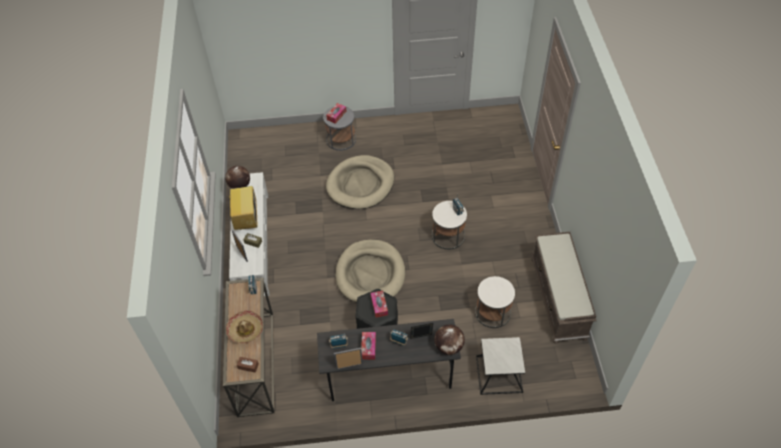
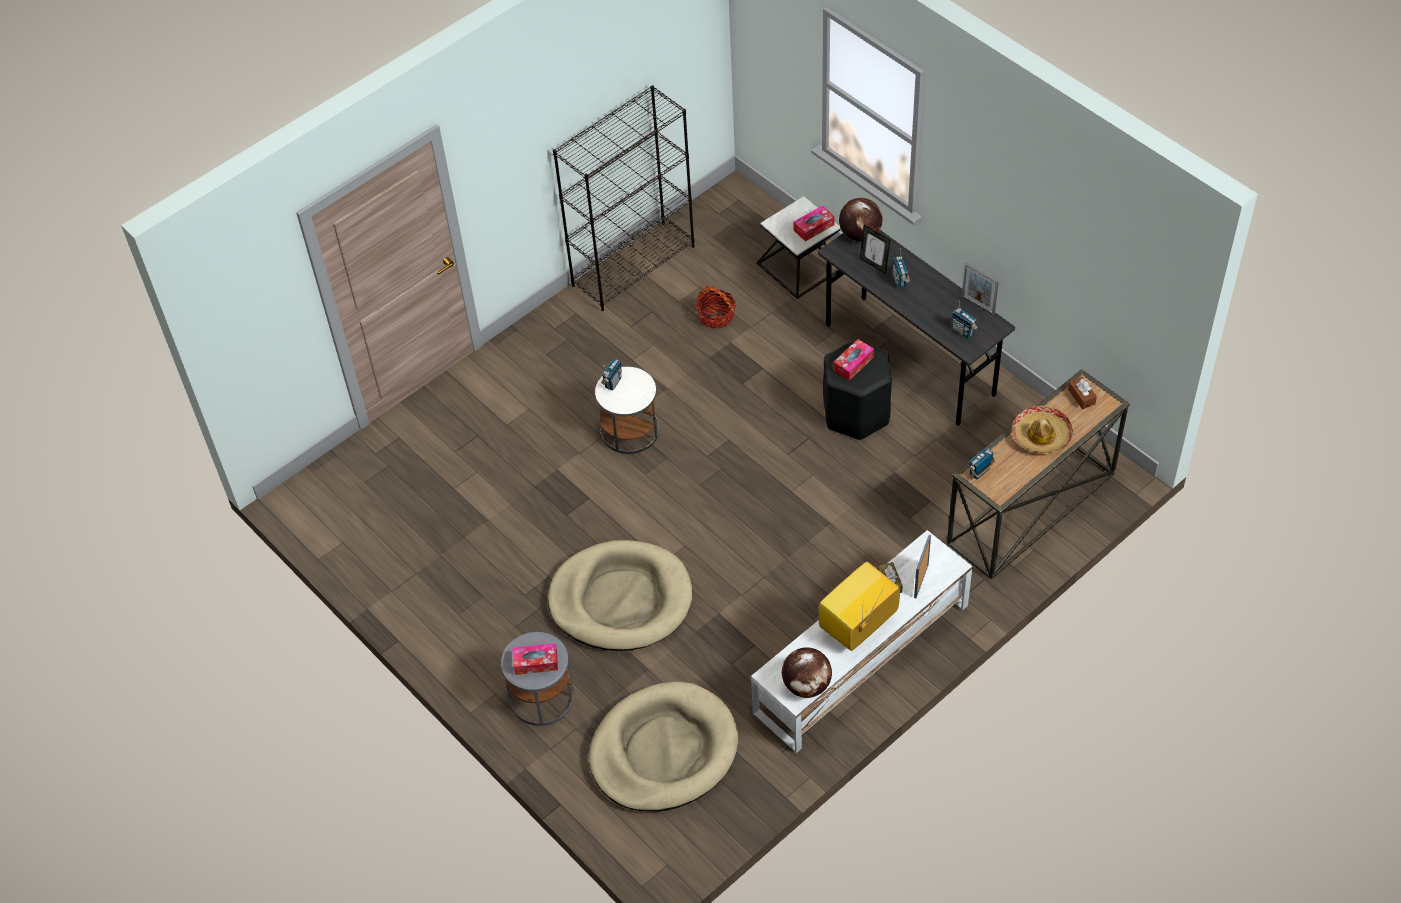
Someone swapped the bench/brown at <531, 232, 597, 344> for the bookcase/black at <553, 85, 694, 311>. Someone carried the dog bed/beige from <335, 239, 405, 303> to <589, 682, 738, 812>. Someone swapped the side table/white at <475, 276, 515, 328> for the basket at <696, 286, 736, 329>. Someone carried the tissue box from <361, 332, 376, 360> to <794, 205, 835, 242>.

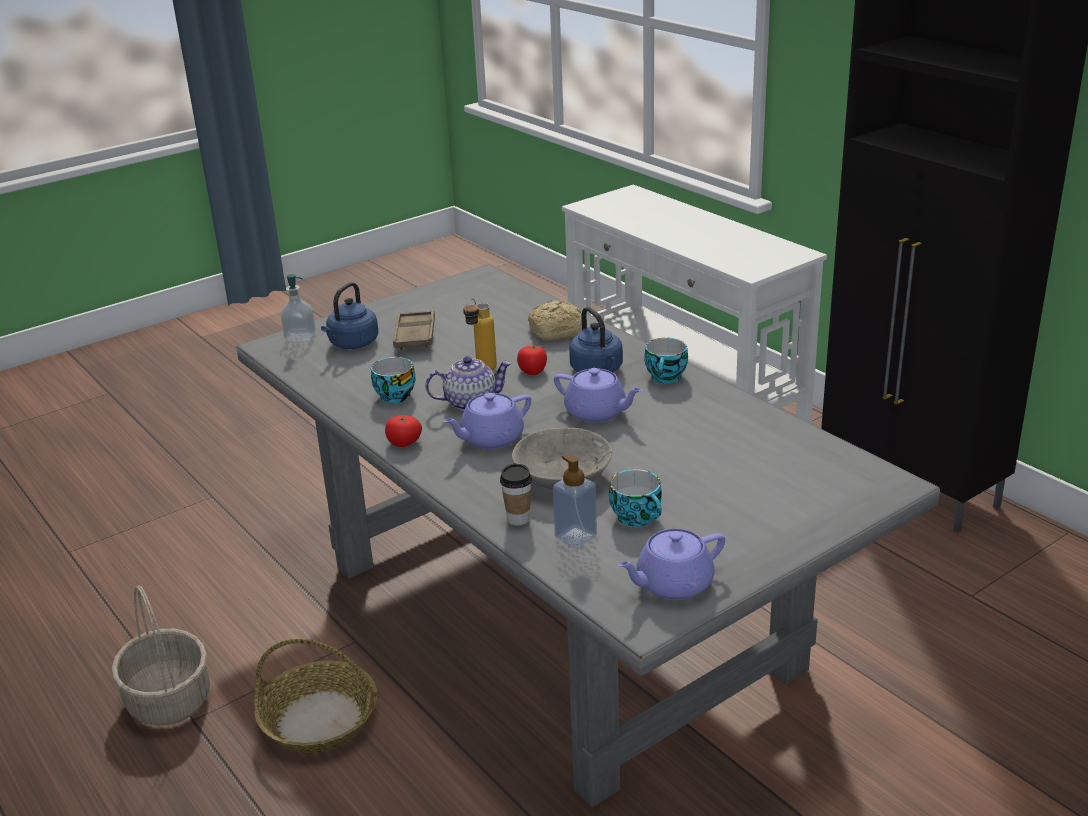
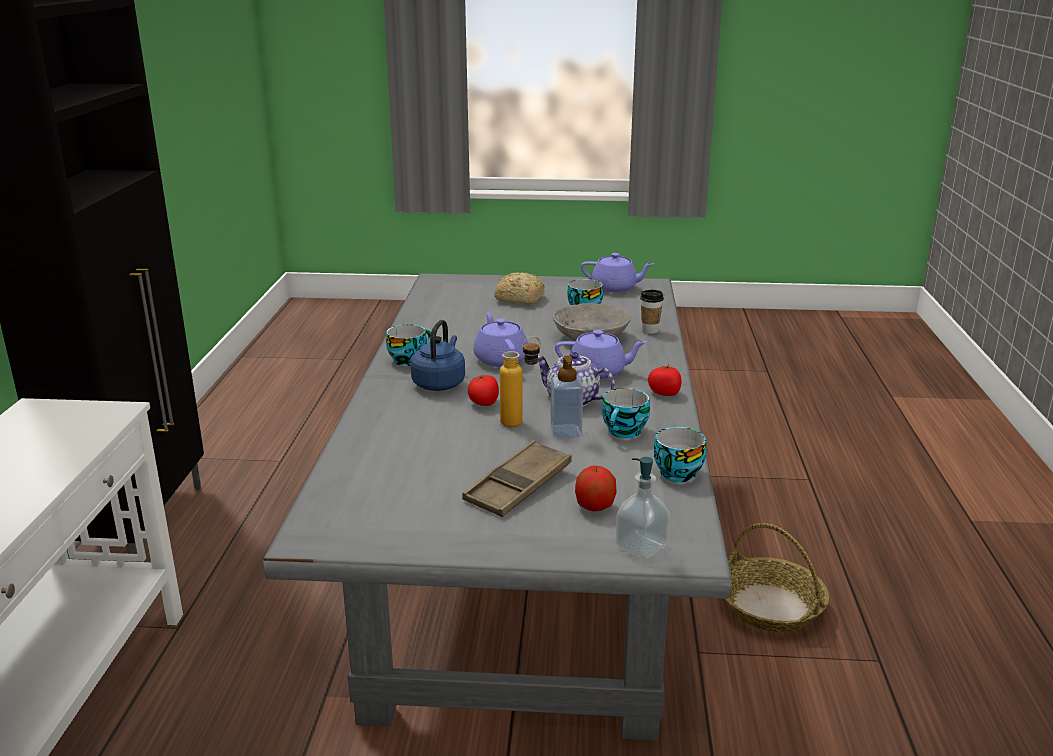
Someone carried the bread from <528, 300, 582, 341> to <494, 272, 544, 304>. Someone carried the soap dispenser from <553, 454, 597, 548> to <550, 356, 583, 438>. Someone swapped the kettle/blue at <321, 282, 379, 349> for the apple at <575, 466, 617, 511>. Someone put down the cup at <654, 427, 706, 482>. Someone took away the basket at <111, 586, 210, 725>.

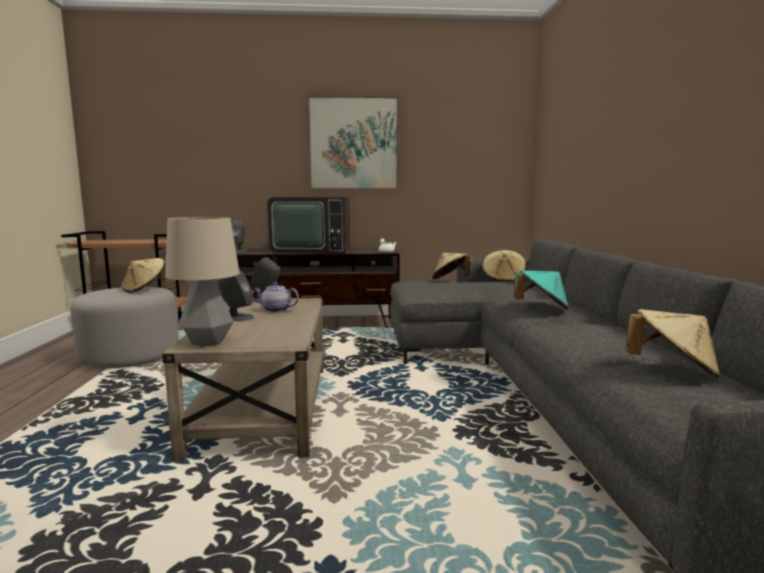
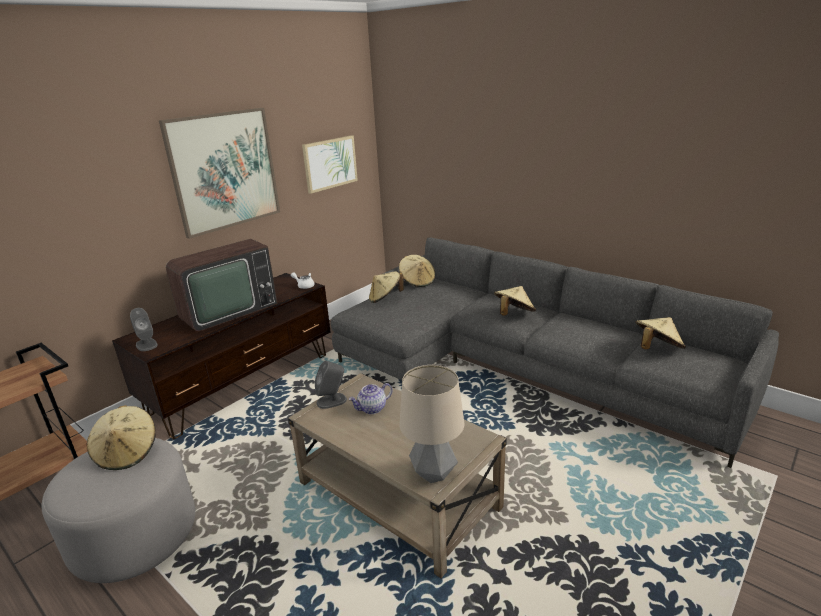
Someone put up the picture at <302, 135, 358, 194>. Someone repainted the hat/turquoise at <514, 270, 569, 309>, which became the hat/beige at <494, 286, 536, 316>. Someone took away the speaker/grey at <217, 270, 254, 321>.

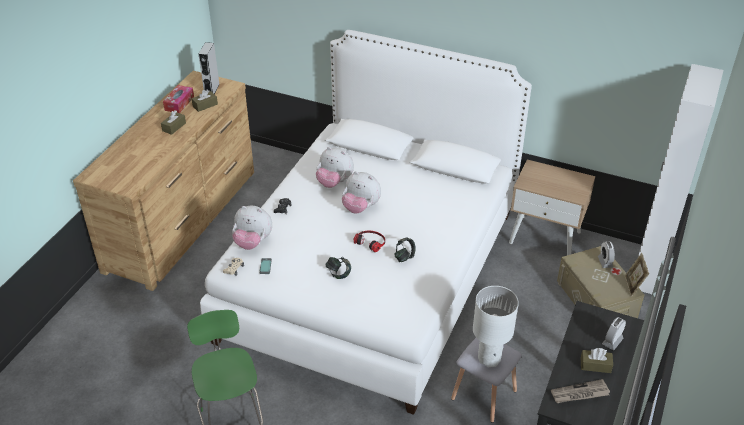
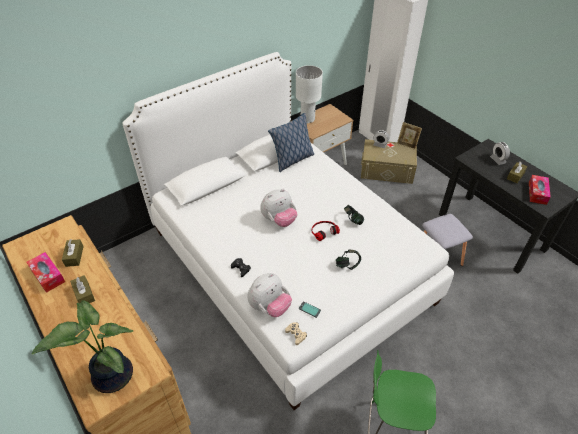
Someone put down the potted plant at <31, 300, 133, 393>. Someone put down the pillow at <268, 113, 314, 172>. Someone carried the table lamp/white from <473, 286, 519, 367> to <296, 65, 323, 123>. Someone swapped the newspaper at <551, 379, 610, 403> for the tissue box at <529, 175, 551, 205>. Someone took away the speaker/grey at <198, 42, 220, 94>. Someone took away the plush toy at <316, 147, 354, 188>.

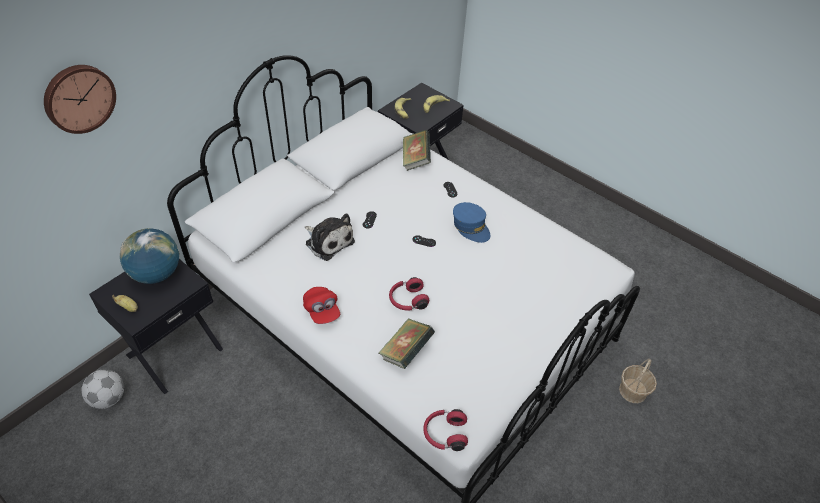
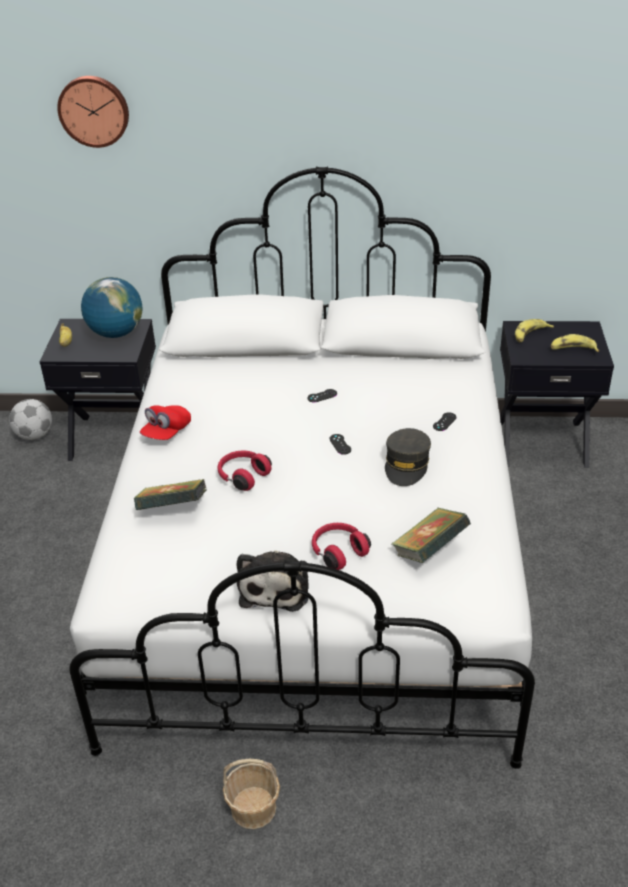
Someone carried the basket from <619, 359, 657, 403> to <223, 759, 280, 829>. Someone carried the plush toy from <305, 213, 355, 261> to <237, 550, 309, 612>. Someone carried the headphones/red from <423, 409, 468, 451> to <312, 523, 371, 570>. Someone repainted the cap/blue at <453, 202, 491, 243>, which became the cap/grey at <385, 428, 431, 486>. Someone carried the book from <403, 130, 431, 171> to <392, 508, 471, 563>.

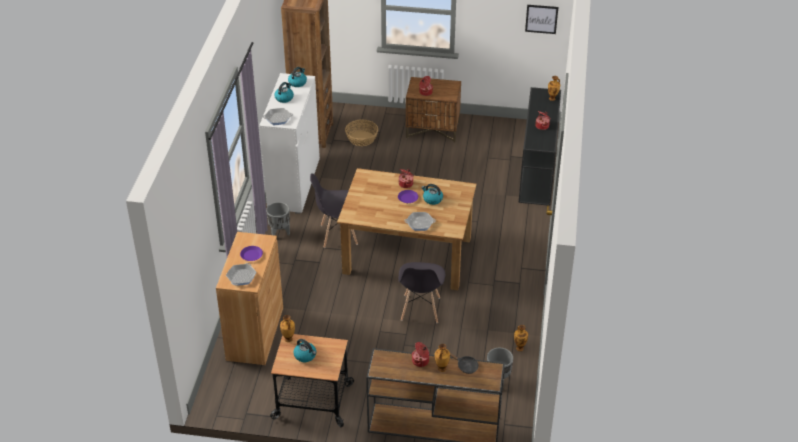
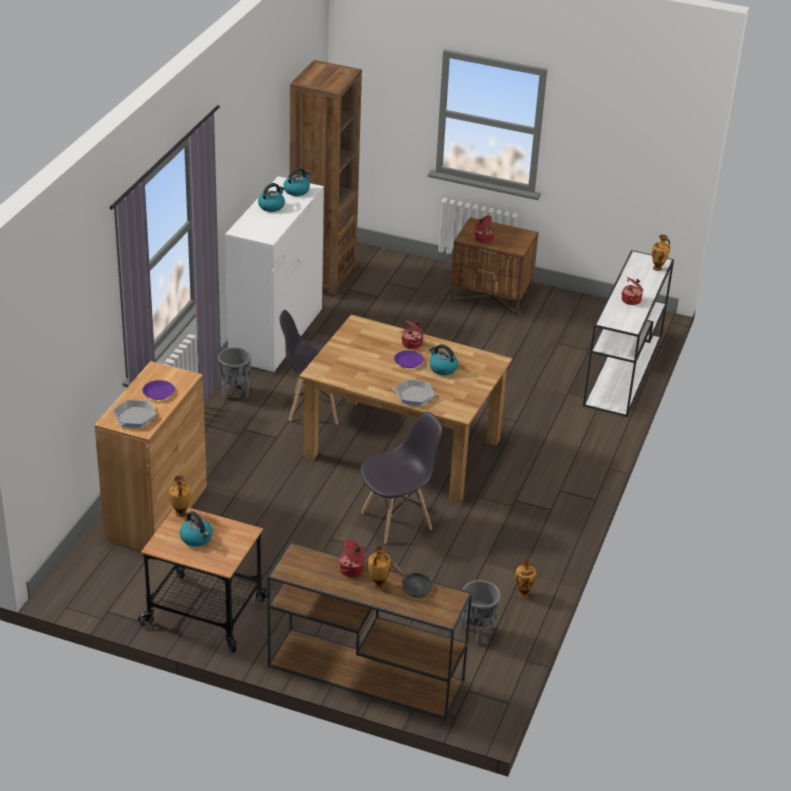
Someone rotated the chair/grey at <398, 262, 445, 323> by 135 degrees counterclockwise. Someone repainted the console table/black at <519, 87, 561, 206>, which became the console table/white at <583, 250, 674, 417>. Someone took away the frying pan at <263, 108, 293, 125>. Someone took away the basket at <345, 119, 378, 146>. Someone took away the picture at <525, 5, 558, 34>.

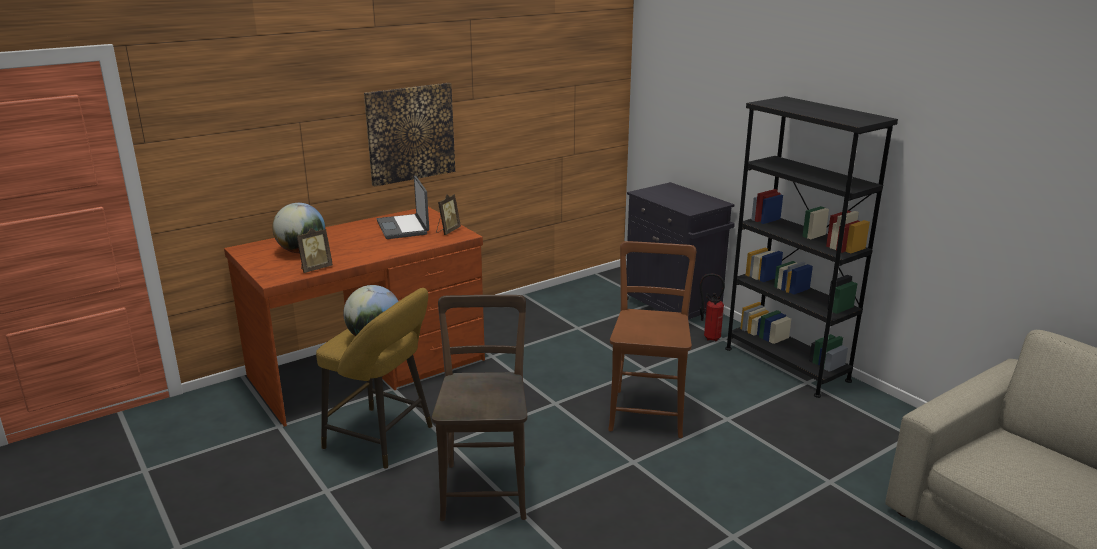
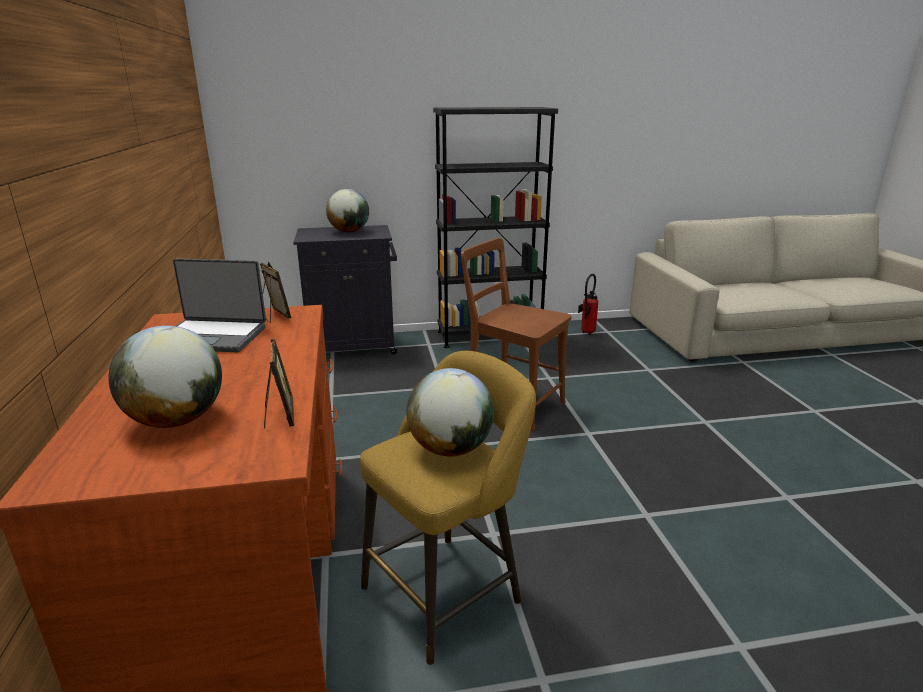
Someone put down the globe at <326, 189, 369, 232>. Someone carried the fire extinguisher from <700, 273, 725, 342> to <578, 274, 599, 334>. Someone took away the picture at <364, 83, 455, 187>. Someone took away the chair/brown at <432, 295, 527, 521>.

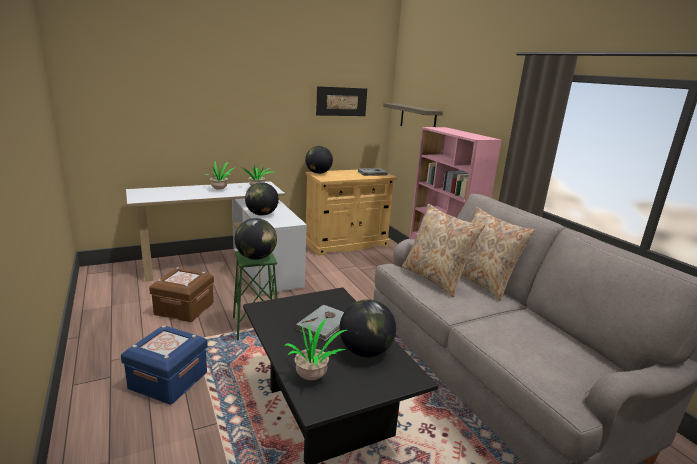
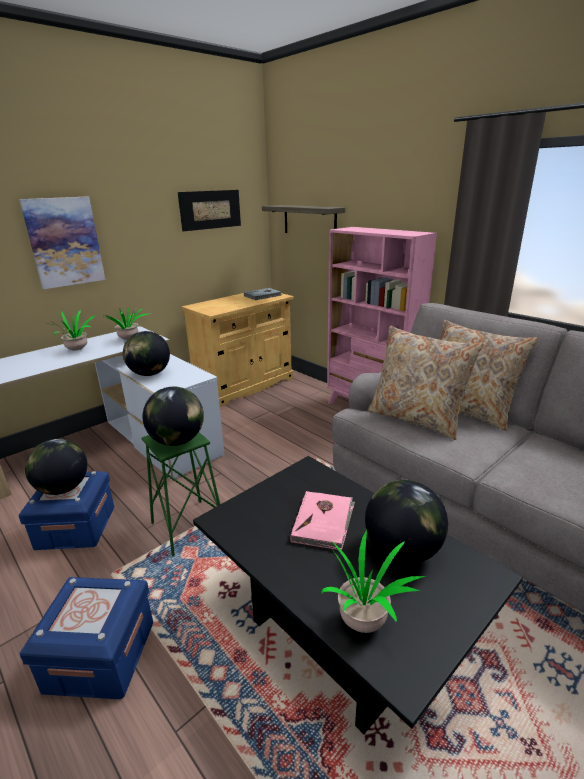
Someone put up the picture at <19, 197, 105, 289>. Someone repainted the storage box/brown at <149, 267, 214, 322>, which became the storage box/blue at <19, 471, 114, 550>. Someone carried the globe from <305, 146, 333, 174> to <25, 439, 87, 495>. Someone repainted the book/grey at <296, 305, 344, 341>, which became the book/pink at <290, 491, 355, 550>.

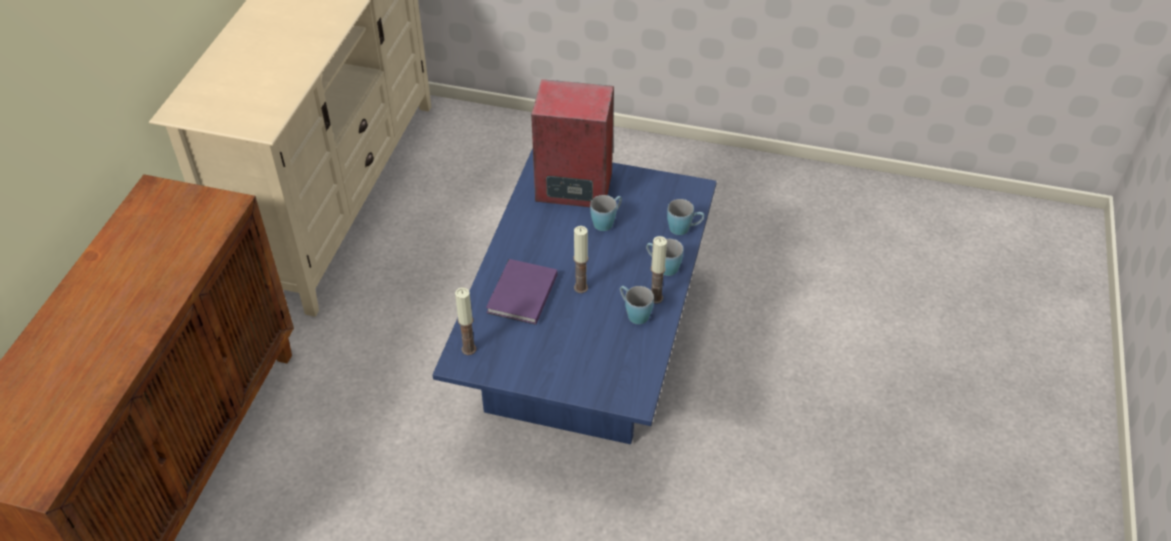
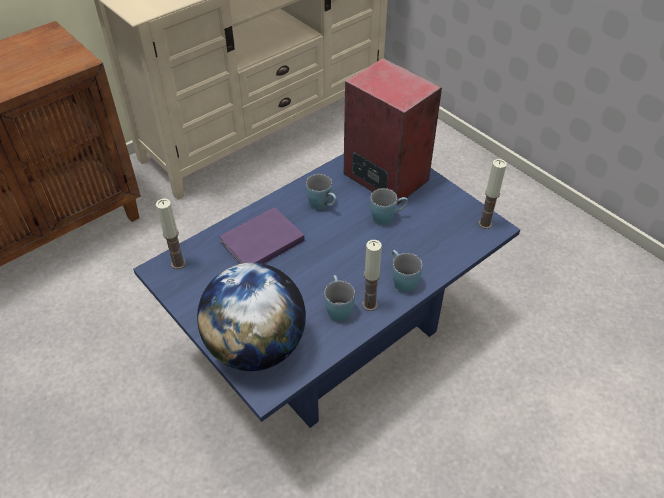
Someone put down the globe at <197, 263, 306, 371>. Someone carried the mug/blue from <667, 199, 704, 235> to <306, 174, 336, 210>. Someone carried the candle from <573, 226, 588, 293> to <478, 159, 507, 229>.

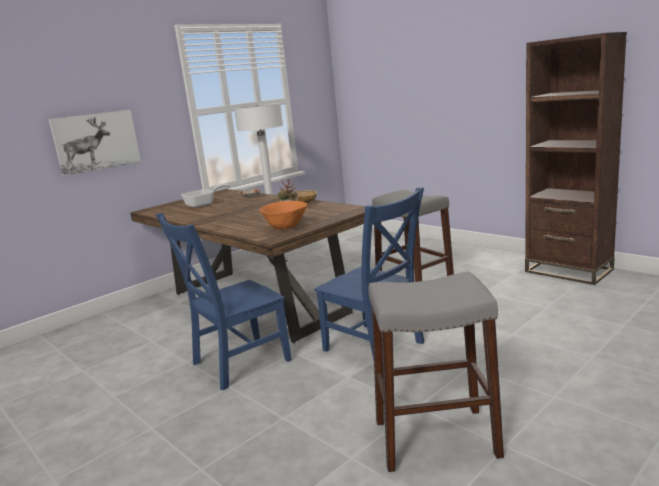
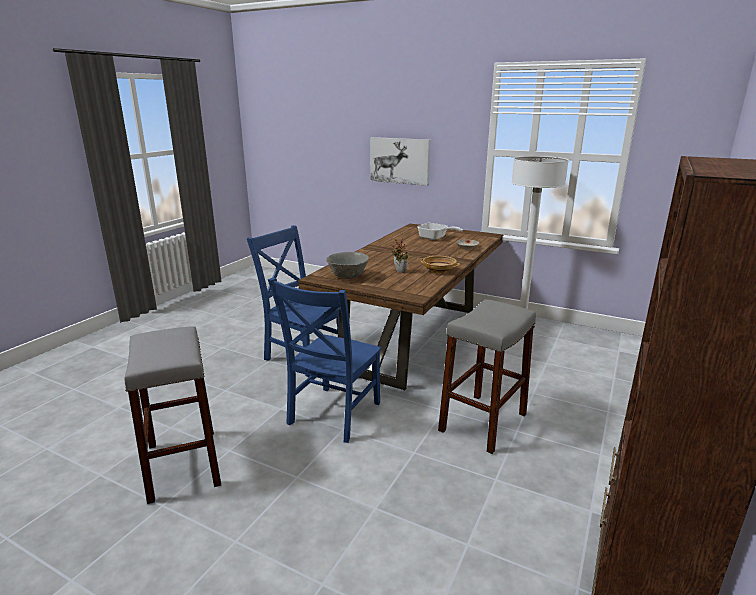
Someone repainted the bowl/orange at <260, 201, 307, 230>, which became the bowl/grey at <326, 252, 369, 279>.

